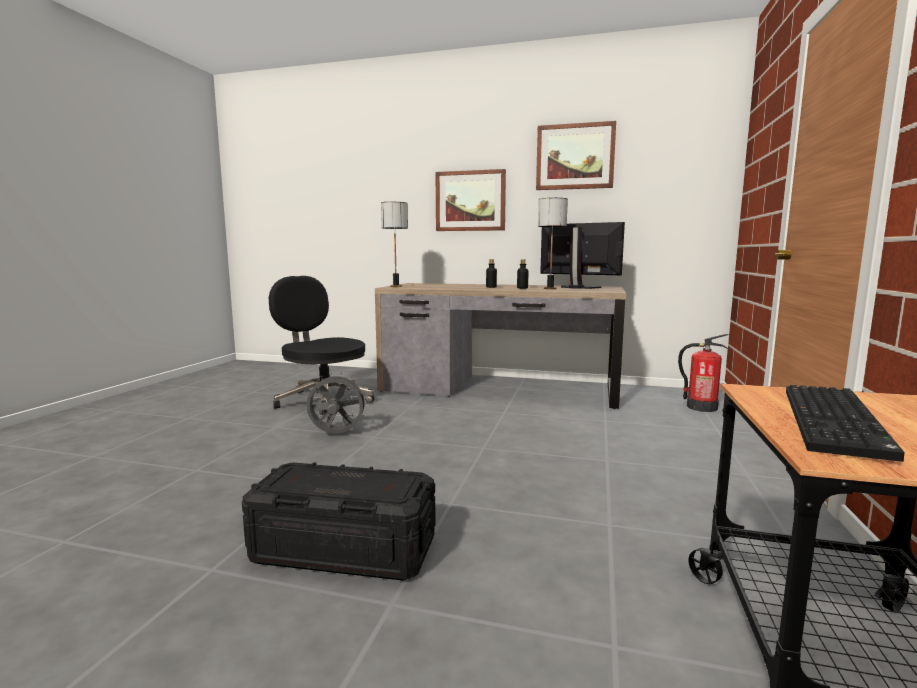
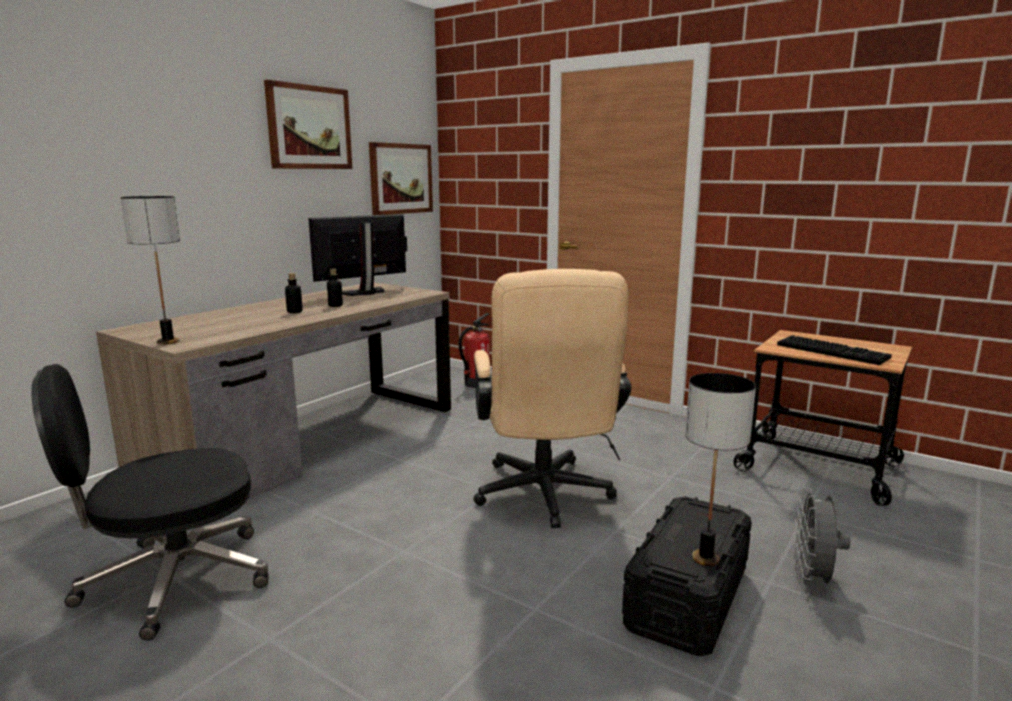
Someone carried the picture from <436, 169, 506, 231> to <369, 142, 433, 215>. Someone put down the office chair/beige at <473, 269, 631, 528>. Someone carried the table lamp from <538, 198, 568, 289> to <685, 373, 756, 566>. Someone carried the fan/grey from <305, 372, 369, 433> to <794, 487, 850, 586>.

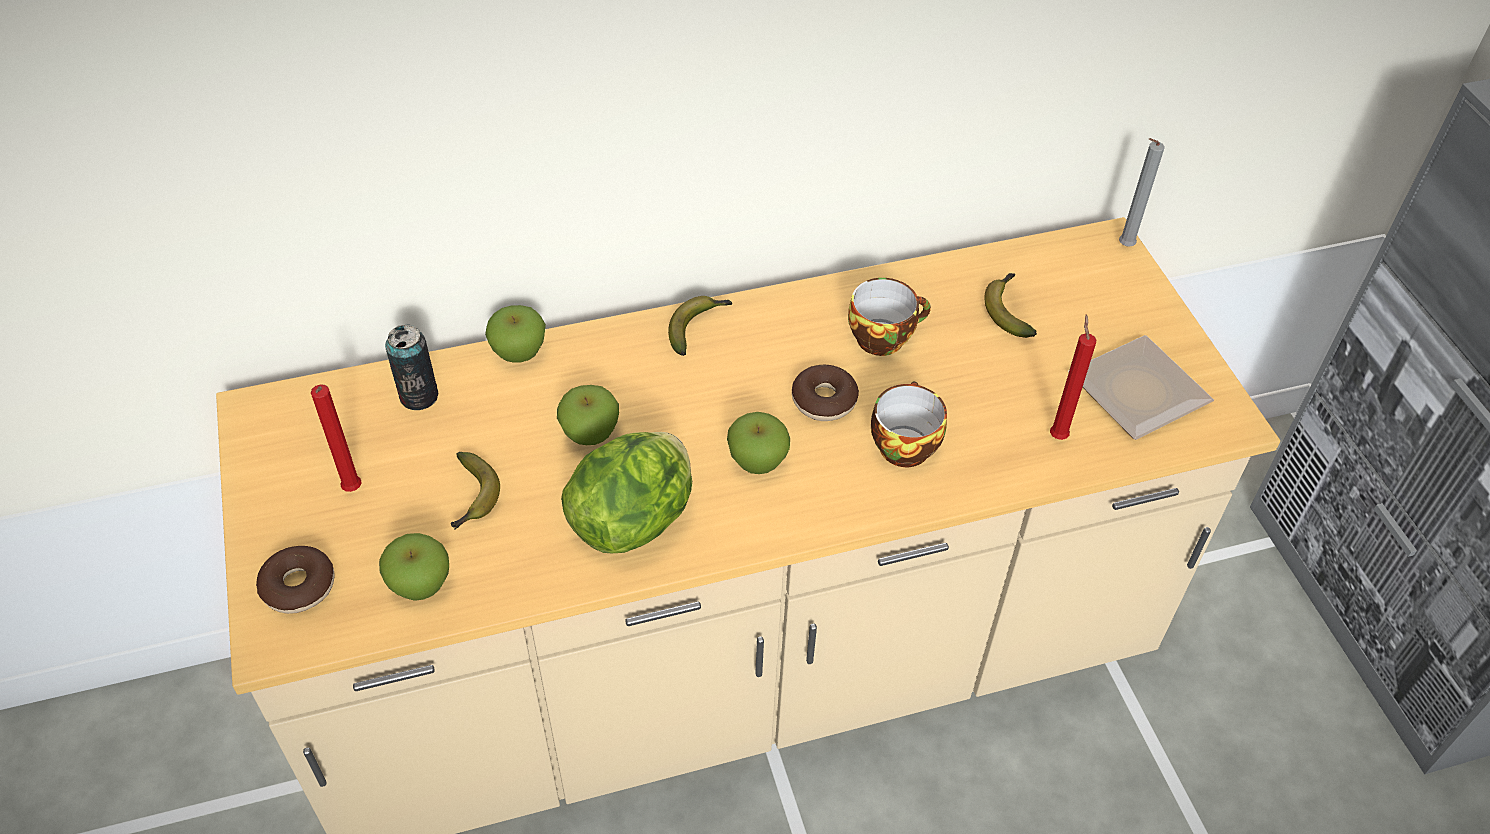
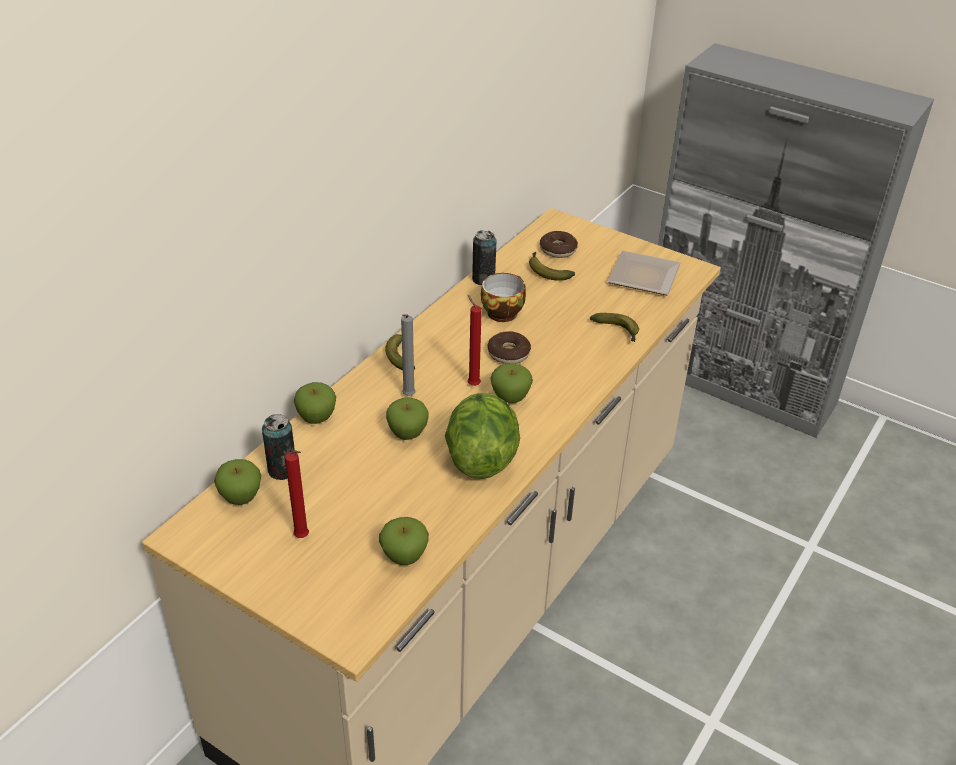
Someone put down the apple at <214, 459, 261, 505>. Someone carried the candle/grey from <1119, 138, 1165, 246> to <401, 314, 416, 396>. Someone carried the candle/red from <1050, 314, 1096, 440> to <467, 295, 482, 386>. Someone put down the can at <472, 230, 496, 285>. Someone carried the donut from <256, 546, 334, 614> to <540, 231, 578, 258>. Someone carried the banana from <451, 452, 500, 530> to <590, 313, 639, 342>. Someone took away the cup at <871, 381, 947, 467>.

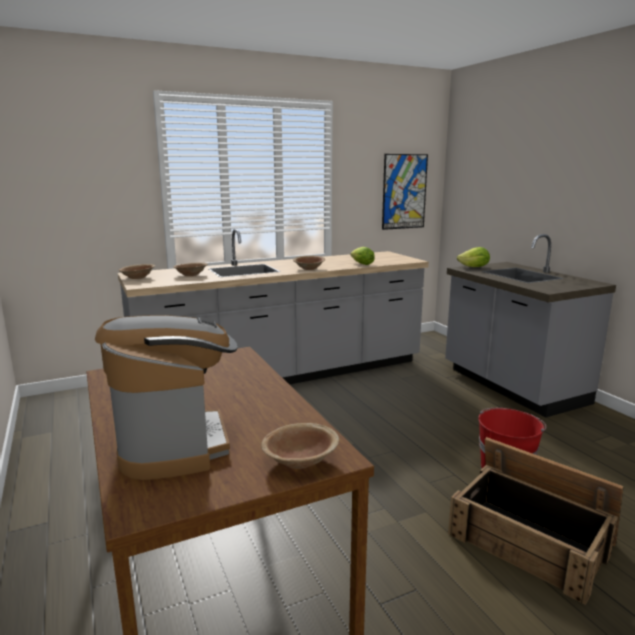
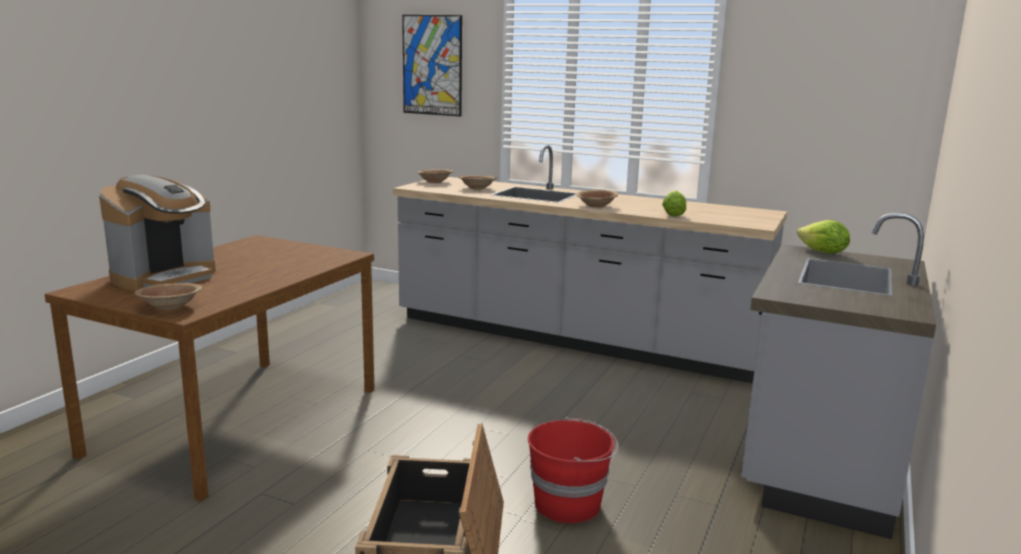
Someone carried the picture from <382, 154, 428, 230> to <402, 15, 462, 117>.

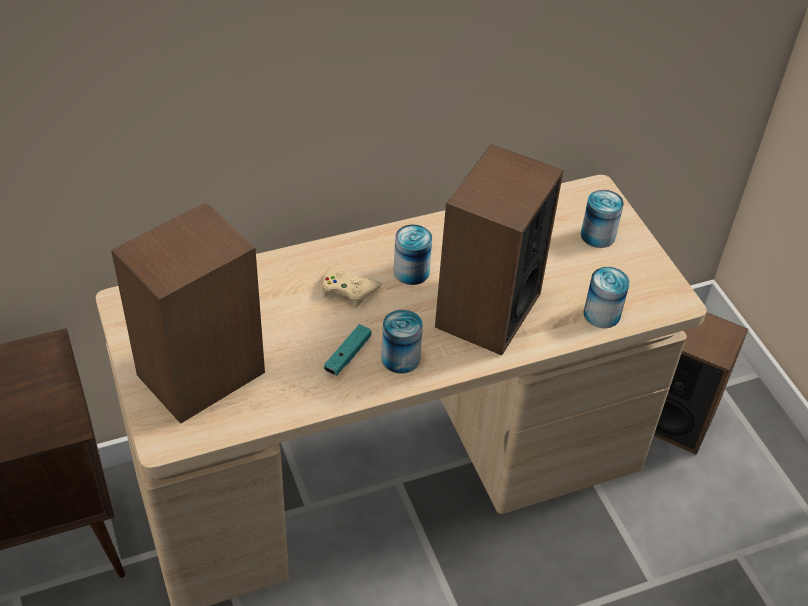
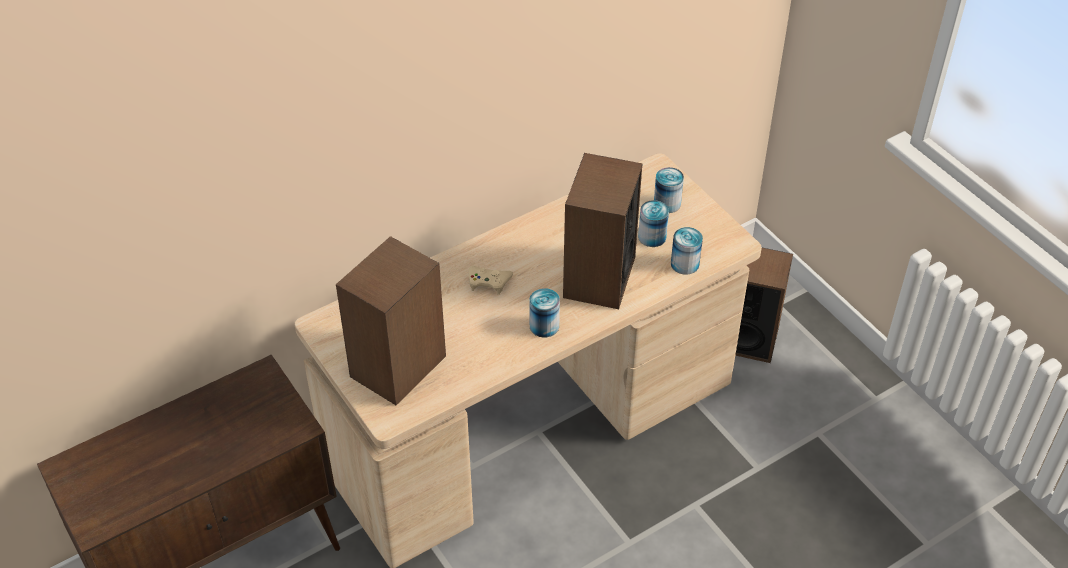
Someone carried the can from <394, 225, 432, 285> to <638, 200, 669, 247>. Someone took away the game controller/turquoise at <324, 324, 371, 376>.

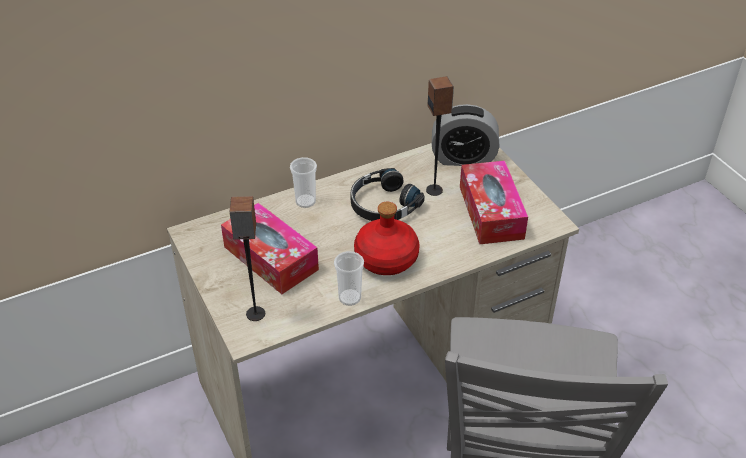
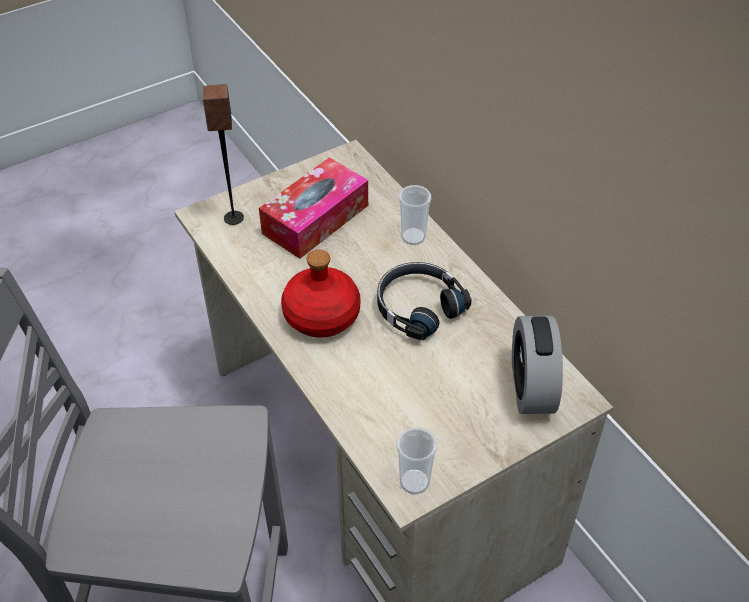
Someone carried the cup from <334, 251, 364, 306> to <397, 428, 437, 494>. Someone took away the speaker at <426, 76, 454, 196>. Someone took away the tissue box at <460, 161, 528, 244>.

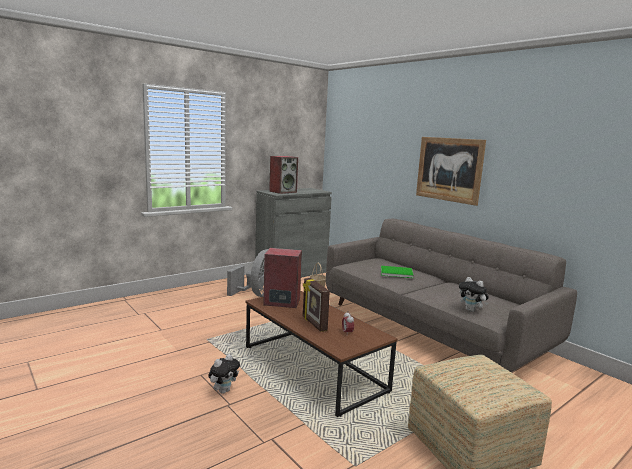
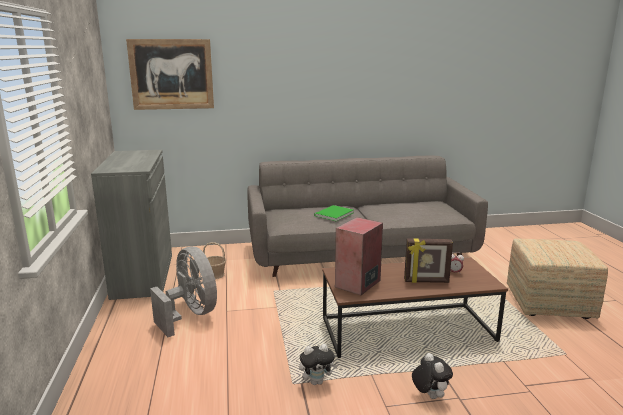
Someone carried the picture from <416, 137, 486, 206> to <126, 39, 214, 110>. Someone carried the plush toy from <459, 277, 489, 312> to <299, 344, 338, 385>. Someone took away the speaker at <269, 156, 298, 194>.

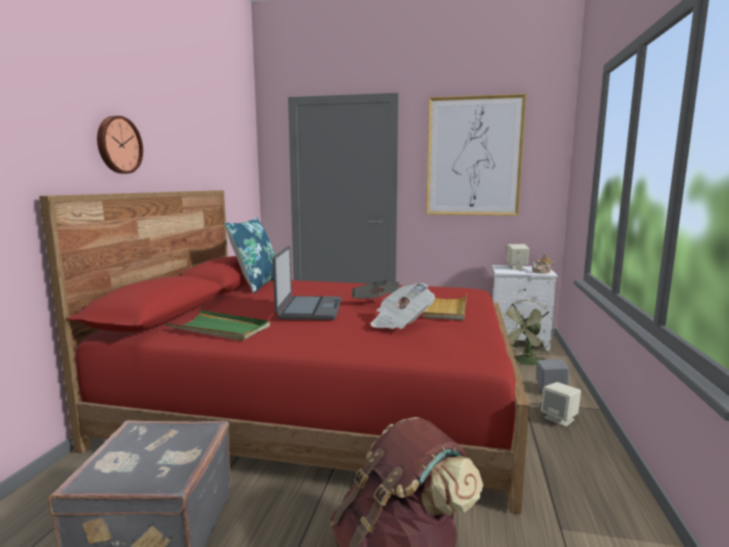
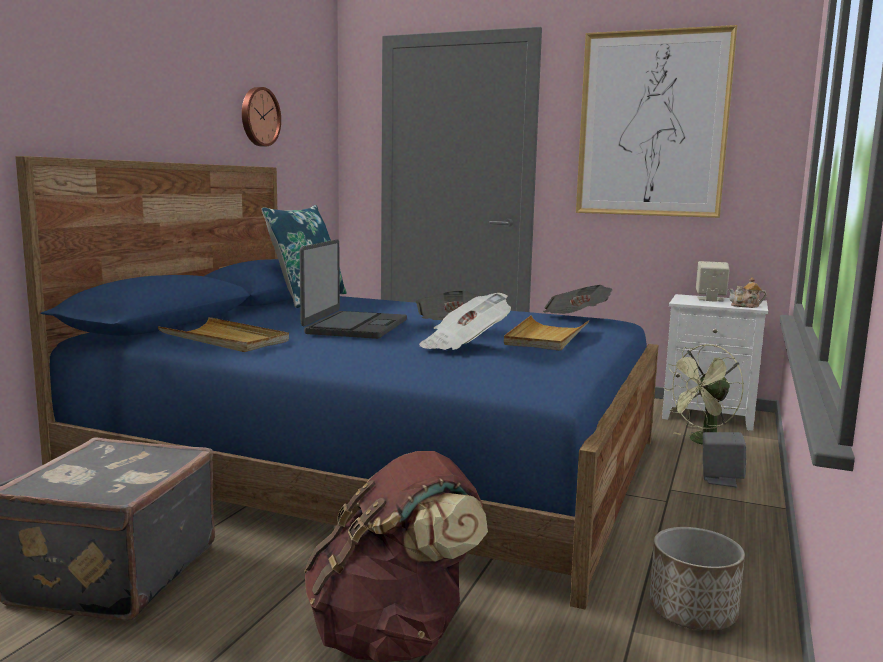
Someone repainted the bed/red at <39, 190, 530, 514>, which became the bed/blue at <15, 156, 658, 610>. Someone repainted the tray/green at <166, 310, 270, 341>, which became the tray/beige at <158, 317, 289, 352>. Someone carried the wall clock from <97, 116, 143, 174> to <242, 87, 281, 146>. Someone put down the newspaper at <543, 285, 612, 314>. Someone put down the planter at <649, 527, 745, 631>. Someone took away the speaker/beige at <541, 382, 581, 427>.

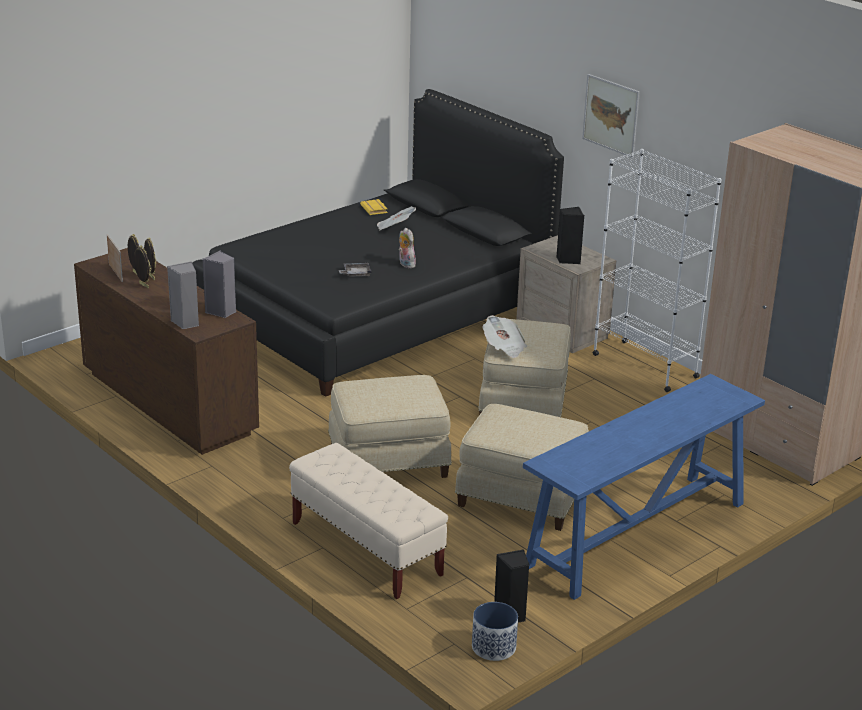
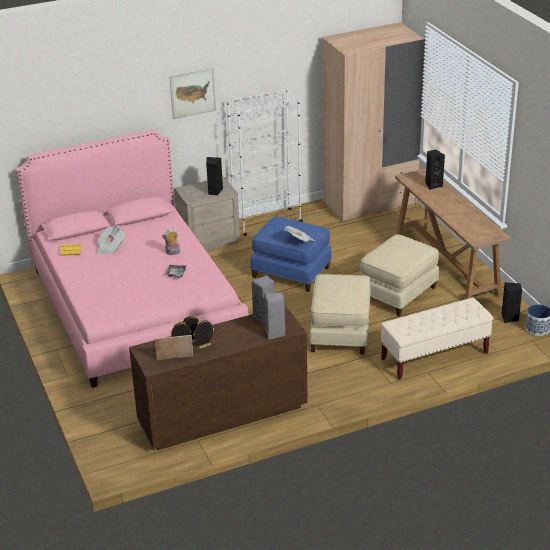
Someone repainted the bed/black at <192, 89, 564, 397>, which became the bed/pink at <16, 130, 249, 388>. Someone repainted the ottoman/beige at <478, 319, 571, 417>, which became the ottoman/blue at <250, 217, 332, 292>. Someone repainted the console table/blue at <523, 374, 765, 600>, which became the console table/brown at <395, 168, 511, 300>. Someone put down the speaker/black at <425, 150, 445, 190>.

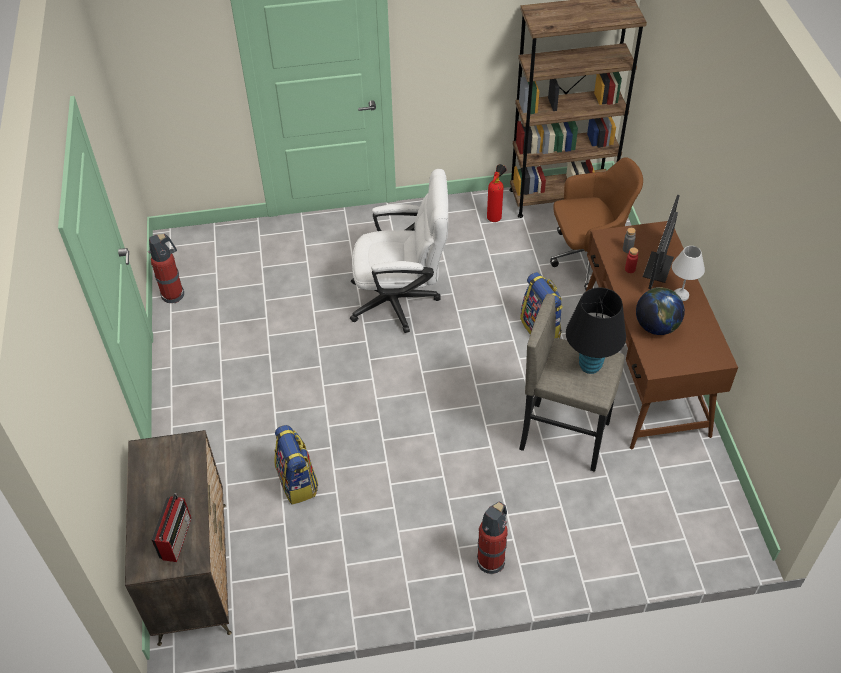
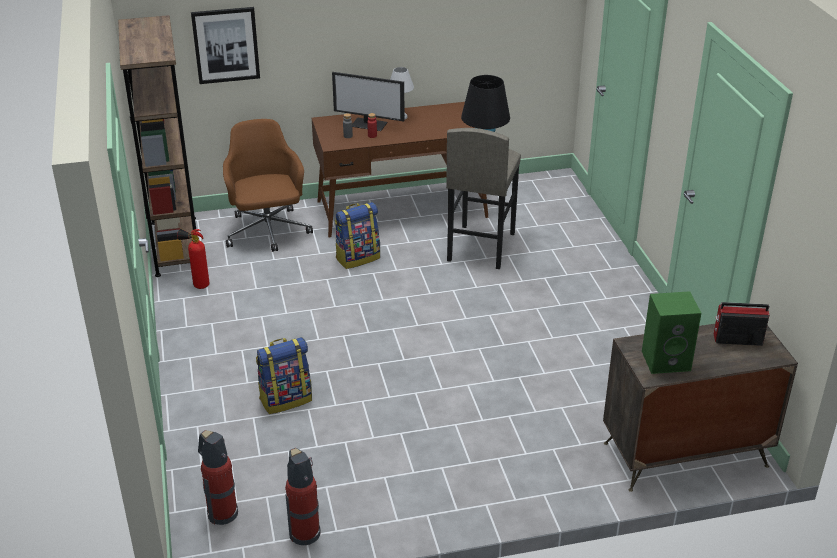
Someone put up the picture at <191, 7, 260, 84>. Someone carried the fire extinguisher from <477, 501, 508, 574> to <198, 430, 238, 525>. Someone carried the backpack from <274, 425, 318, 505> to <256, 337, 312, 414>. Someone put down the speaker/green at <642, 291, 701, 374>. Someone took away the office chair/white at <350, 169, 448, 333>. Someone took away the globe at <636, 287, 685, 335>.

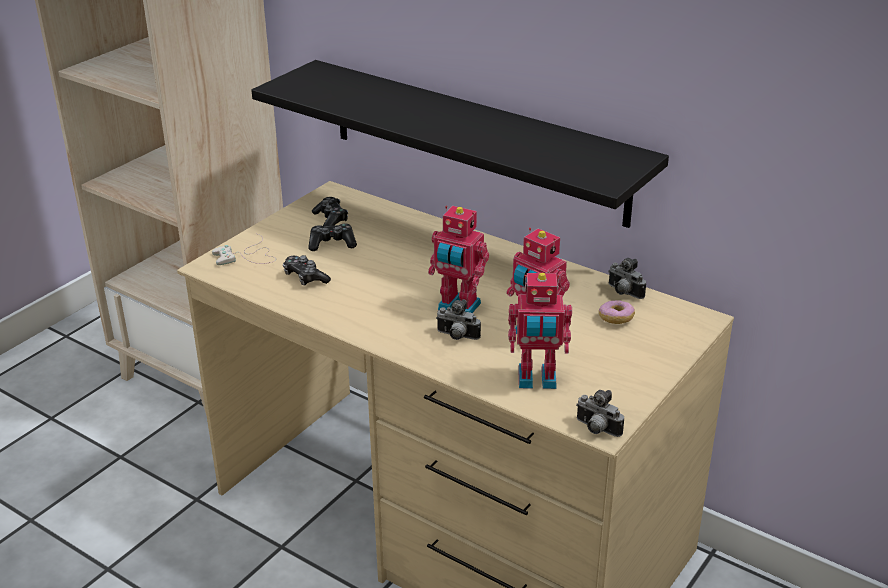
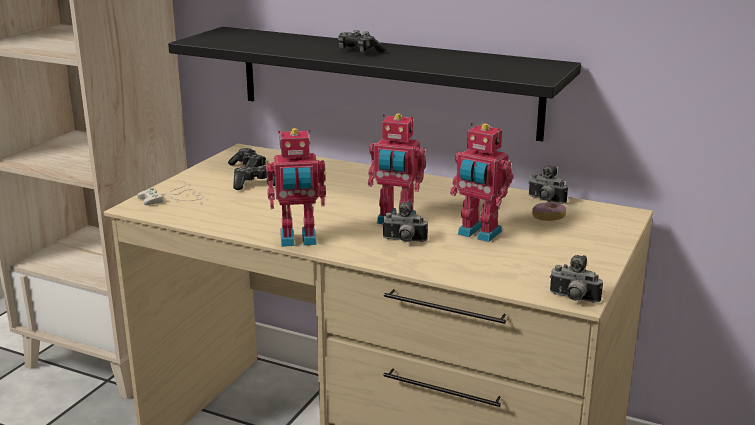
Someone carried the toy robot from <508, 273, 572, 389> to <266, 128, 326, 247>. Someone carried the game controller from <283, 255, 331, 285> to <338, 30, 385, 53>.

